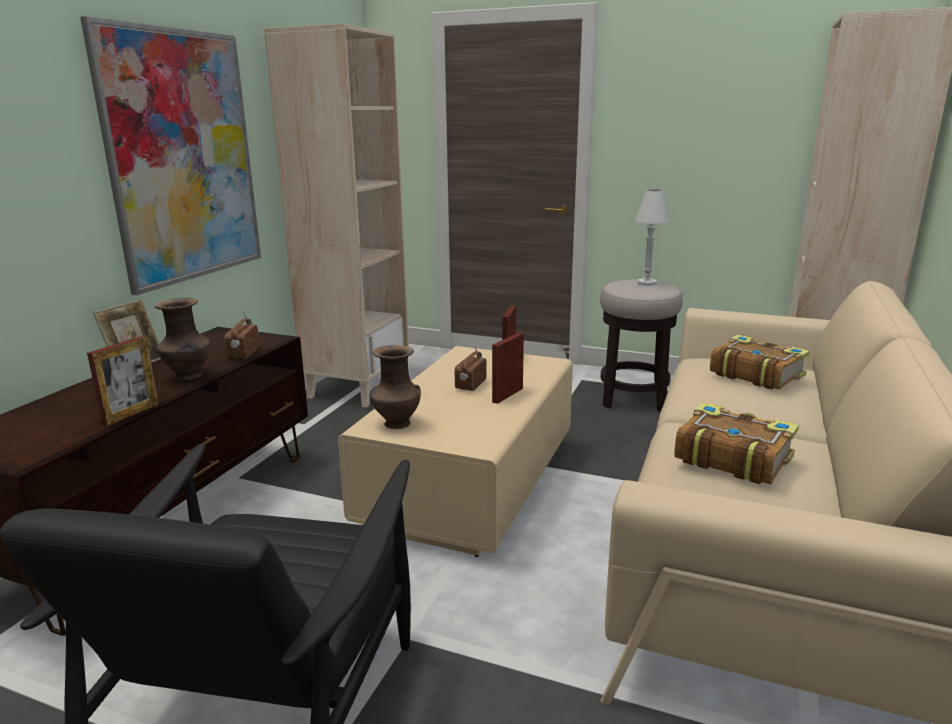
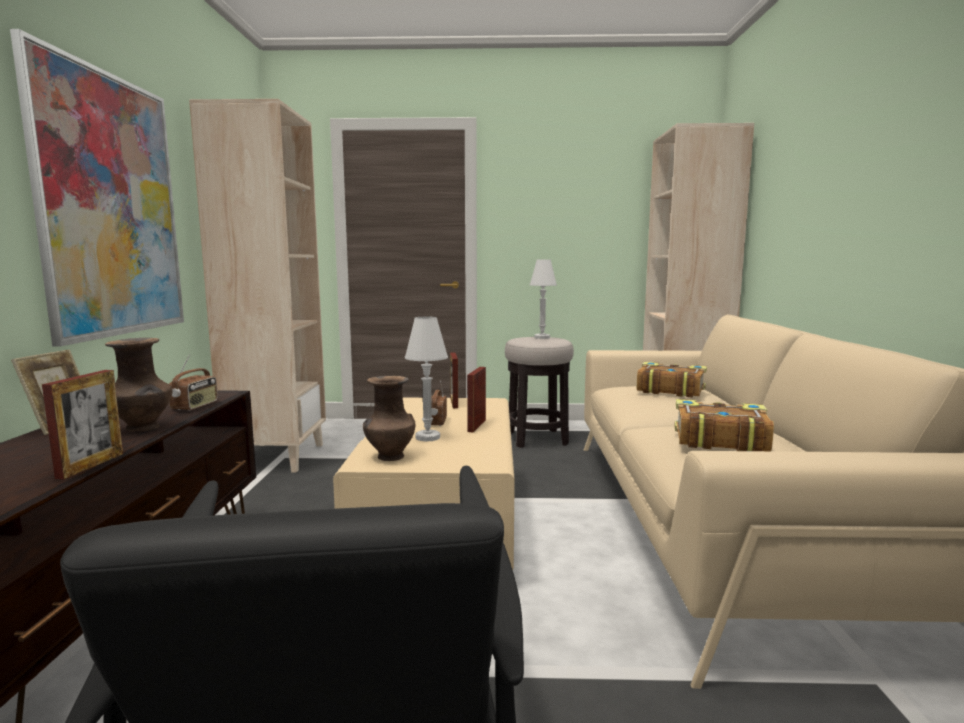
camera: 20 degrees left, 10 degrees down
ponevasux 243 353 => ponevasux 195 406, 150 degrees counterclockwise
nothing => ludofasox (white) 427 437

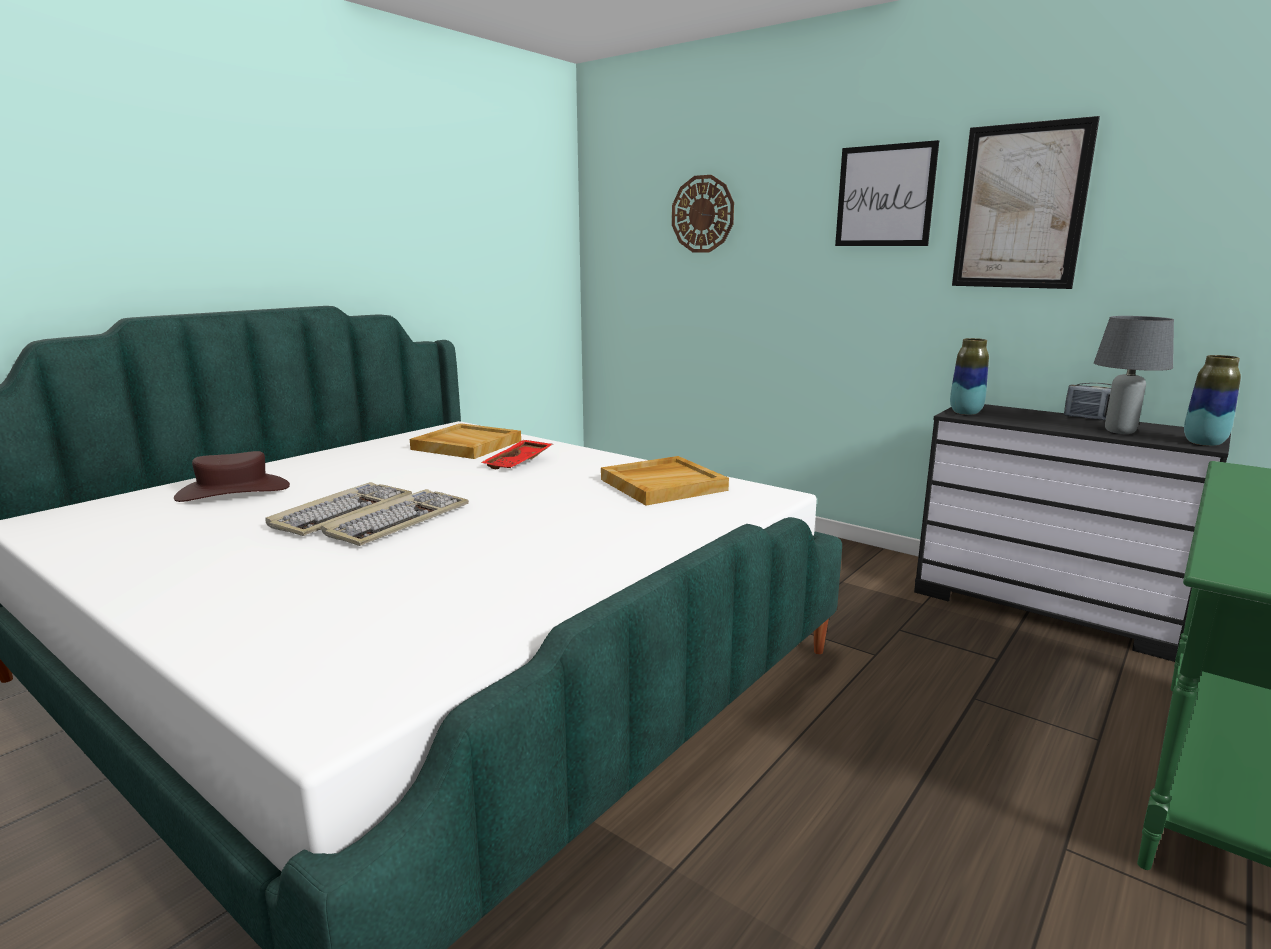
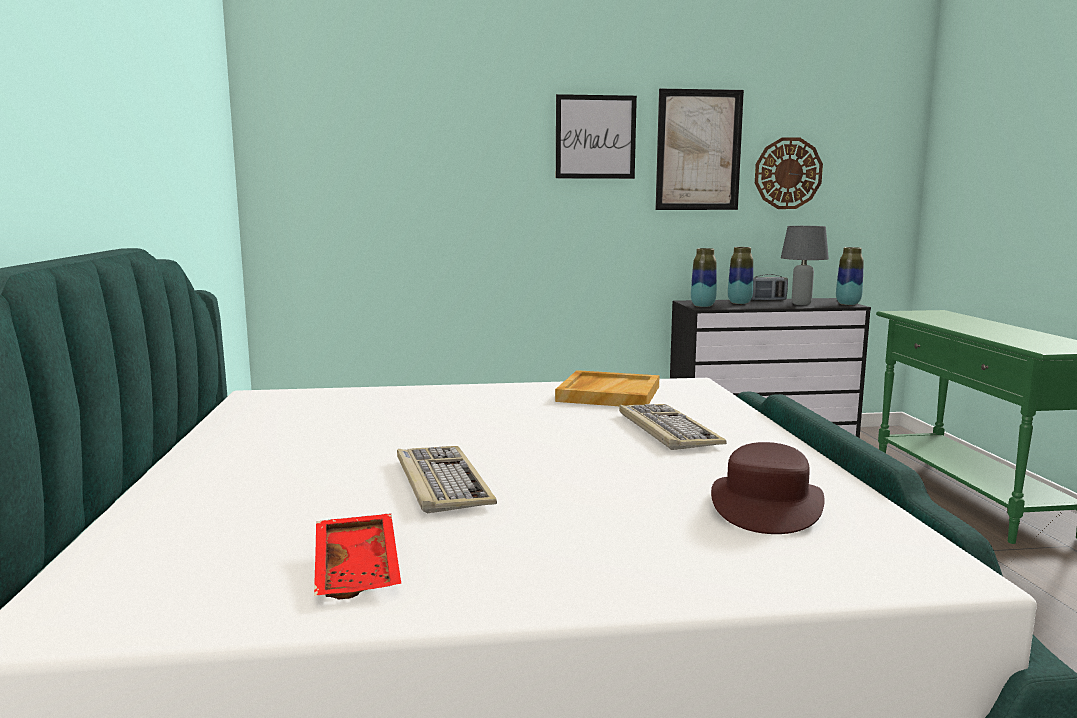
camera: 45 degrees left, 5 degrees down
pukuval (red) 519 463 => pukuval (red) 360 569, shifted
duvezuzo 398 521 => duvezuzo 666 430, shifted
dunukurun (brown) 233 491 => dunukurun (brown) 766 505, shifted
nothing => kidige 739 303
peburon 702 214 => peburon 788 173, shifted
pukuval (beige) 465 445 => nothing

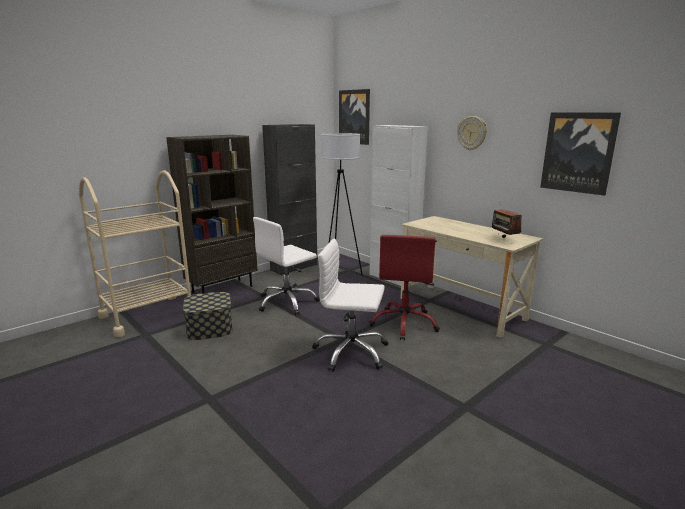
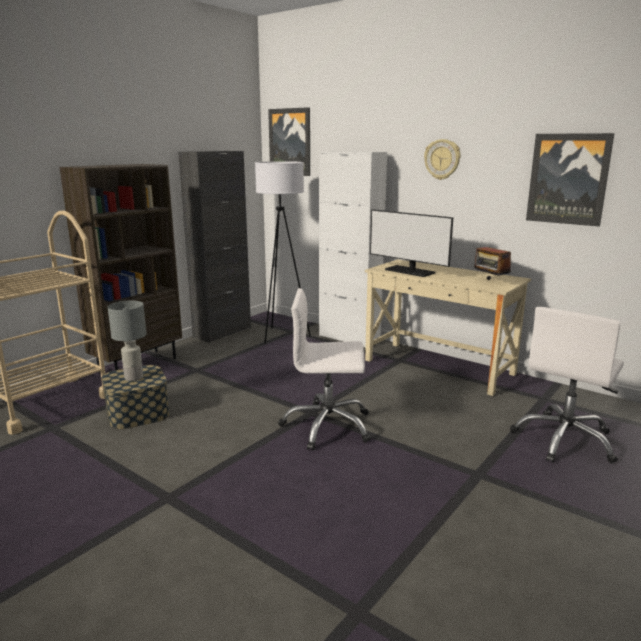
camera: 10 degrees left, 0 degrees up
nothing => ludofasox (grey) 134 377
nothing => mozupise 409 271
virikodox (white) 287 302 => virikodox (white) 564 440, shifted
virikodox (red) 404 323 => nothing

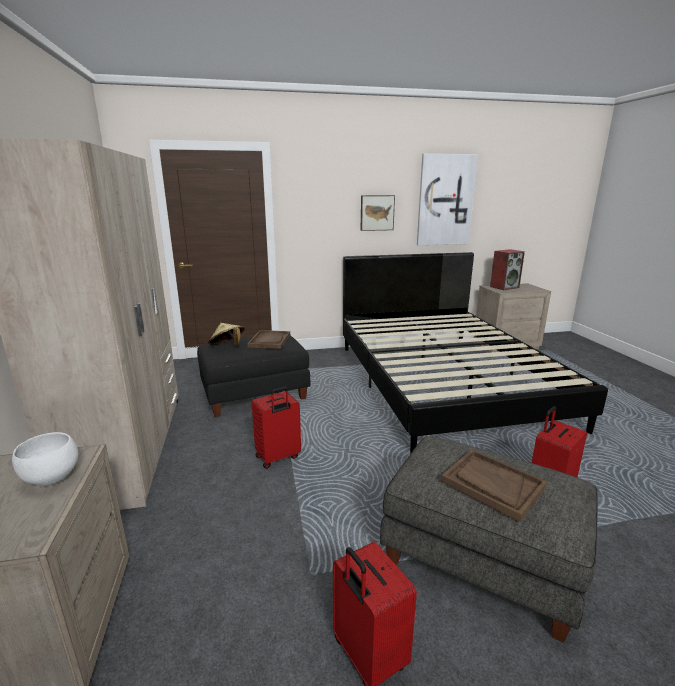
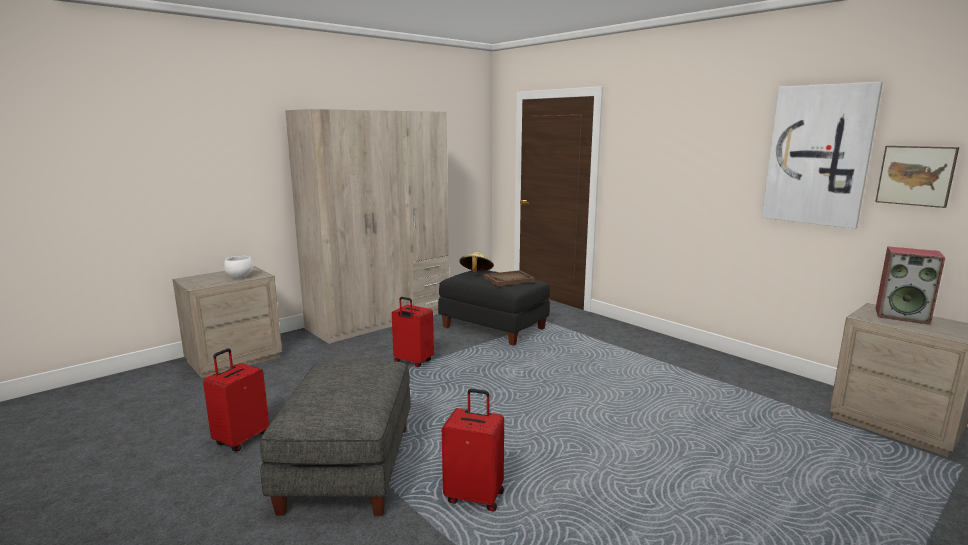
camera: 60 degrees right, 5 degrees down
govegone 377 212 => govegone 916 175, shifted
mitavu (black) 443 382 => nothing
pukuval (brown) 492 485 => nothing

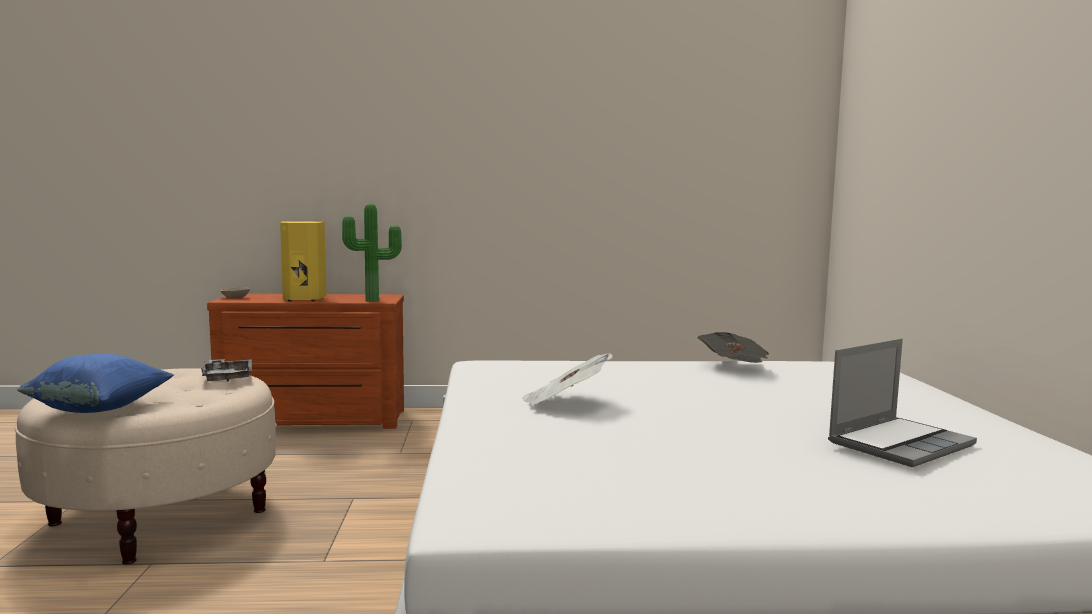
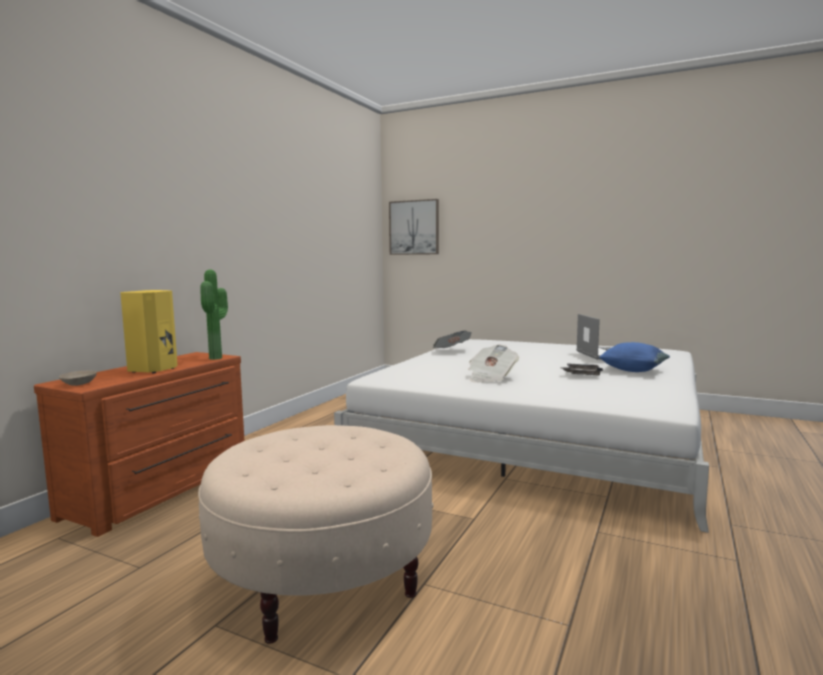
camera: 60 degrees left, 0 degrees up
nothing => govegone 414 227
pukuval (grey) 227 377 => pukuval (grey) 581 374, shifted
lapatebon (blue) 100 409 => lapatebon (blue) 633 370, shifted

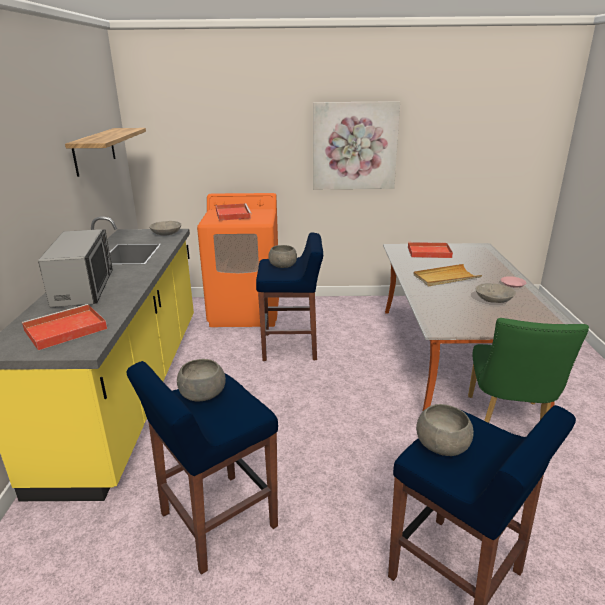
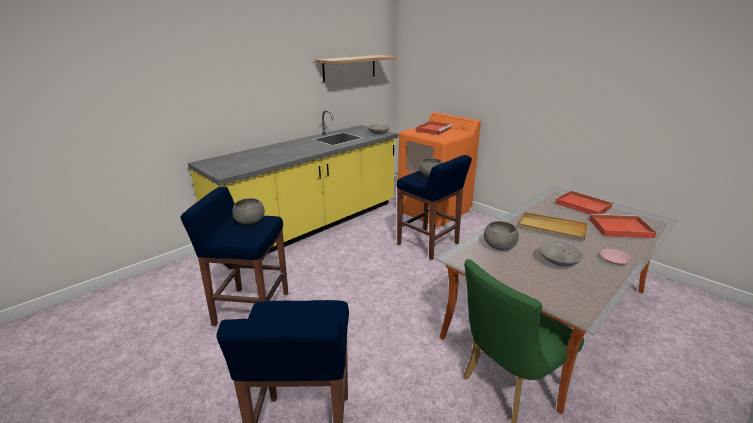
camera: 45 degrees right, 0 degrees up
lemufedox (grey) 443 445 => lemufedox (grey) 499 246, shifted
pukuval (red) 64 330 => pukuval (red) 619 228, shifted
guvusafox 84 288 => nothing
govegone 354 146 => nothing

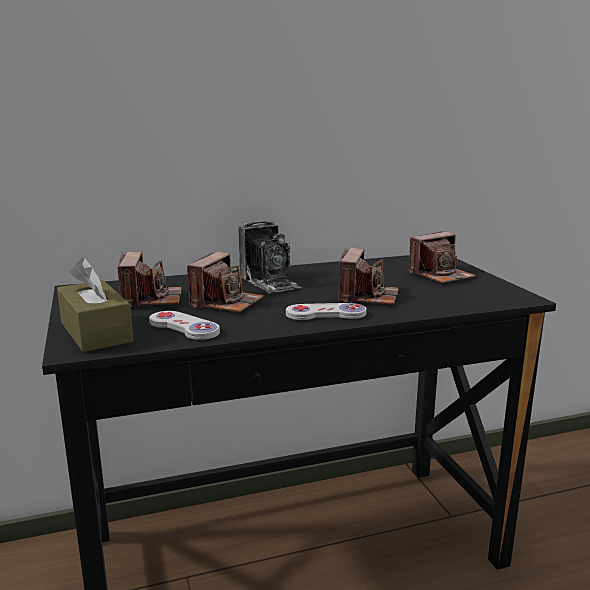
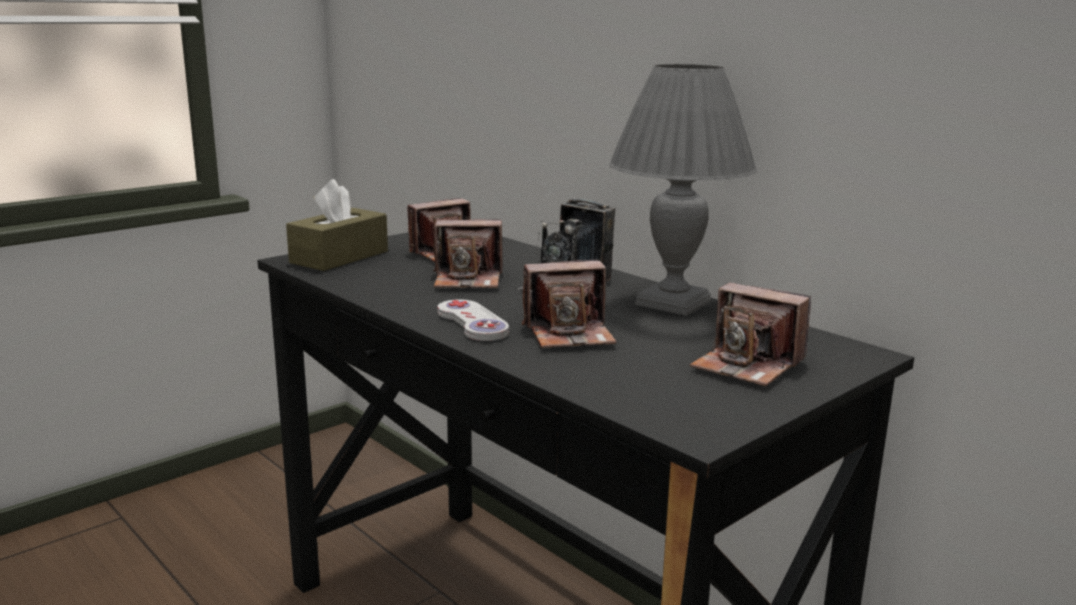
camera: 65 degrees right, 0 degrees up
nothing => ludofasox (grey) 673 303
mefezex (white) 184 327 => nothing

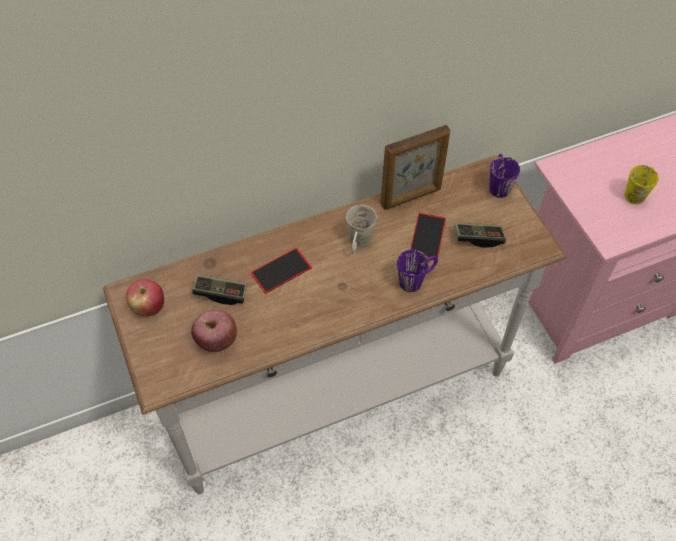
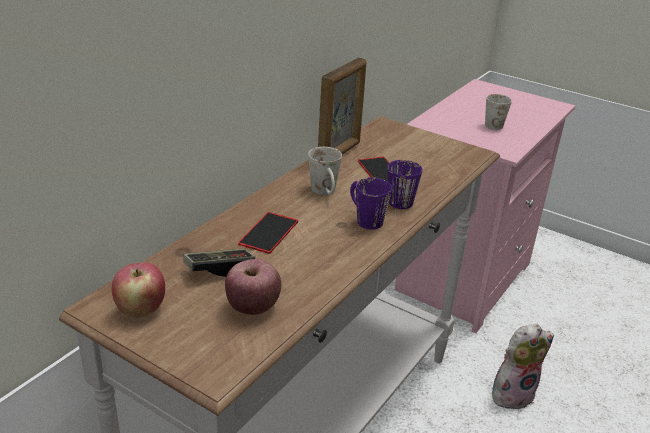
camera: 35 degrees left, 25 degrees down
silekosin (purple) 498 184 => silekosin (purple) 364 218, shifted
silekosin (yellow) 637 192 => silekosin (white) 492 123
nothing => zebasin 512 393
mefezex 478 238 => nothing

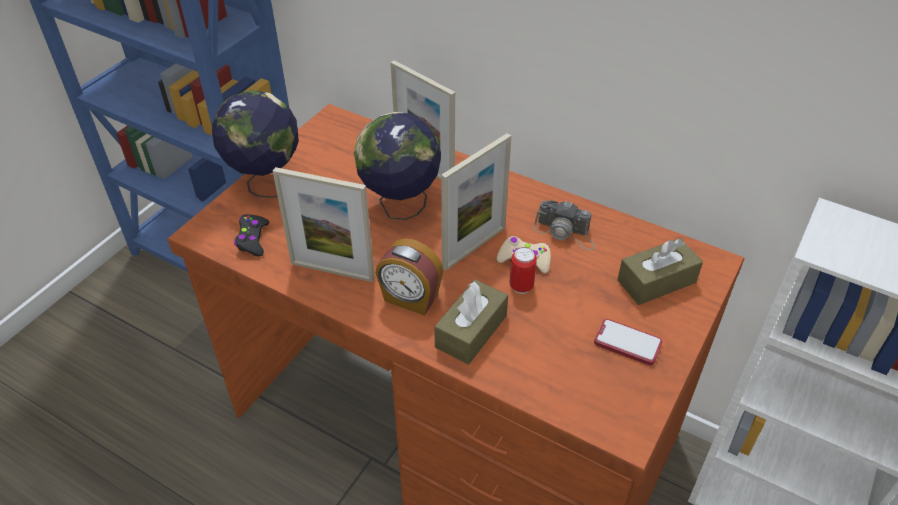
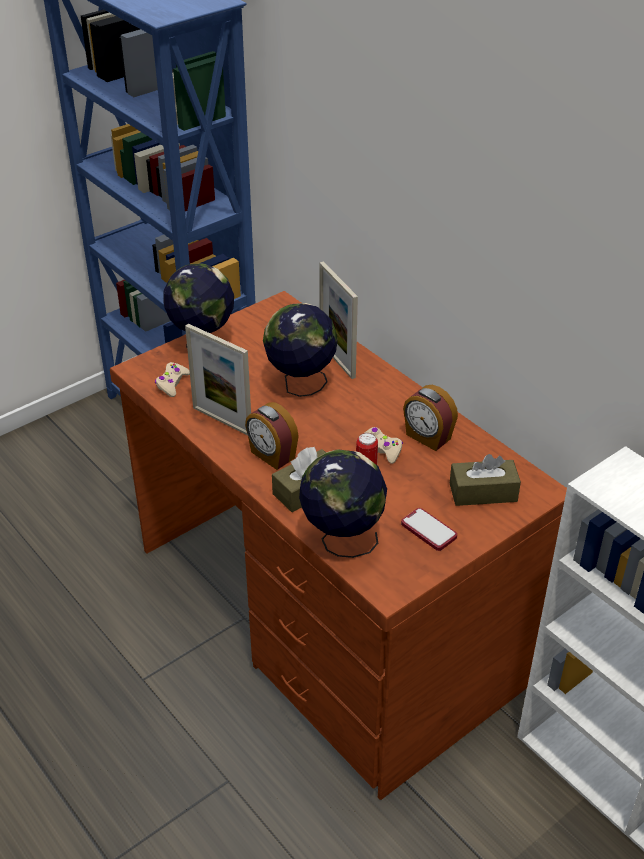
camera: 20 degrees right, 5 degrees down
mefezex (black) 252 239 => mefezex (beige) 172 383
nothing => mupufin 342 540
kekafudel 565 233 => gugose 427 437
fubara 474 247 => nothing

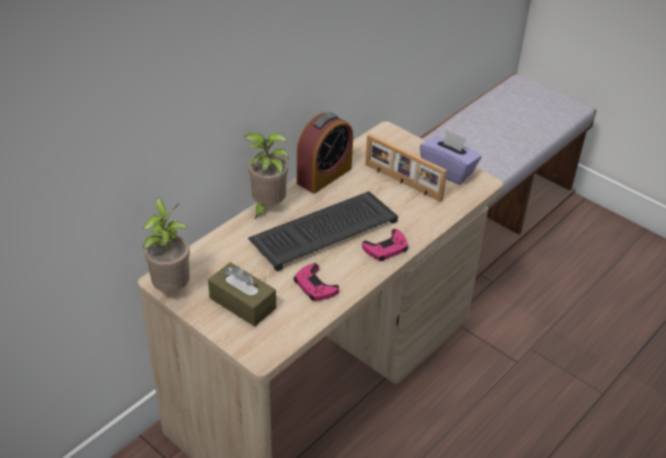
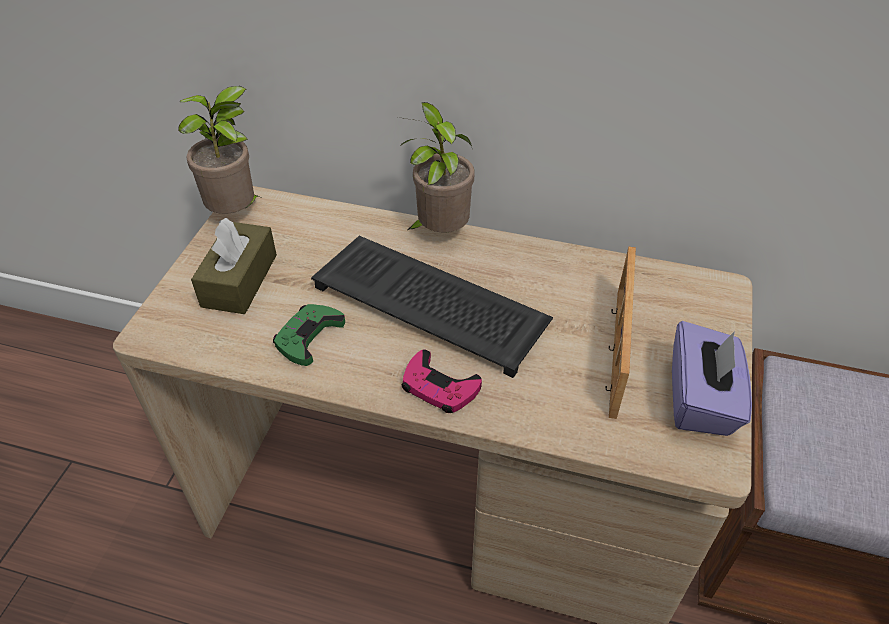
camera: 65 degrees right, 5 degrees up
mefezex (pink) 315 286 => mefezex (green) 308 337
gugose 324 175 => nothing

